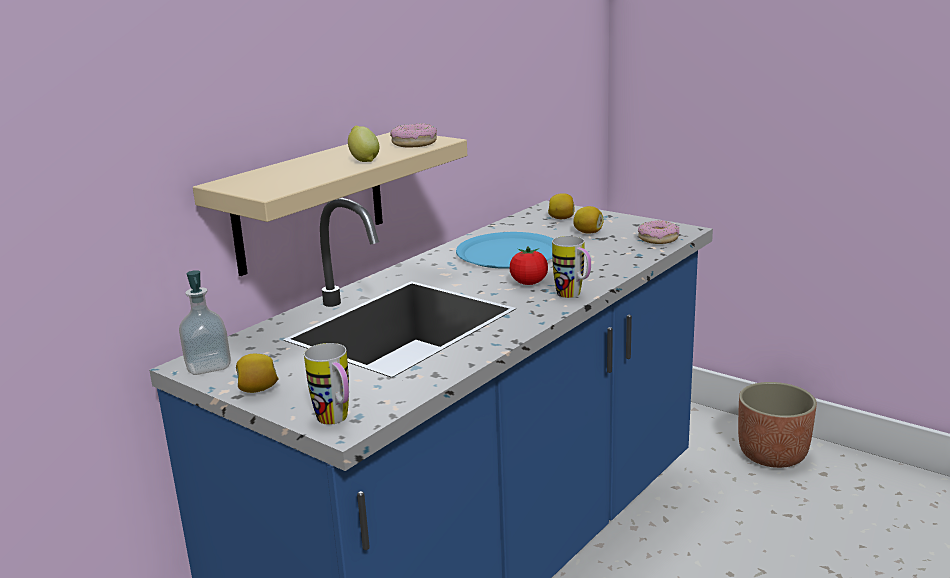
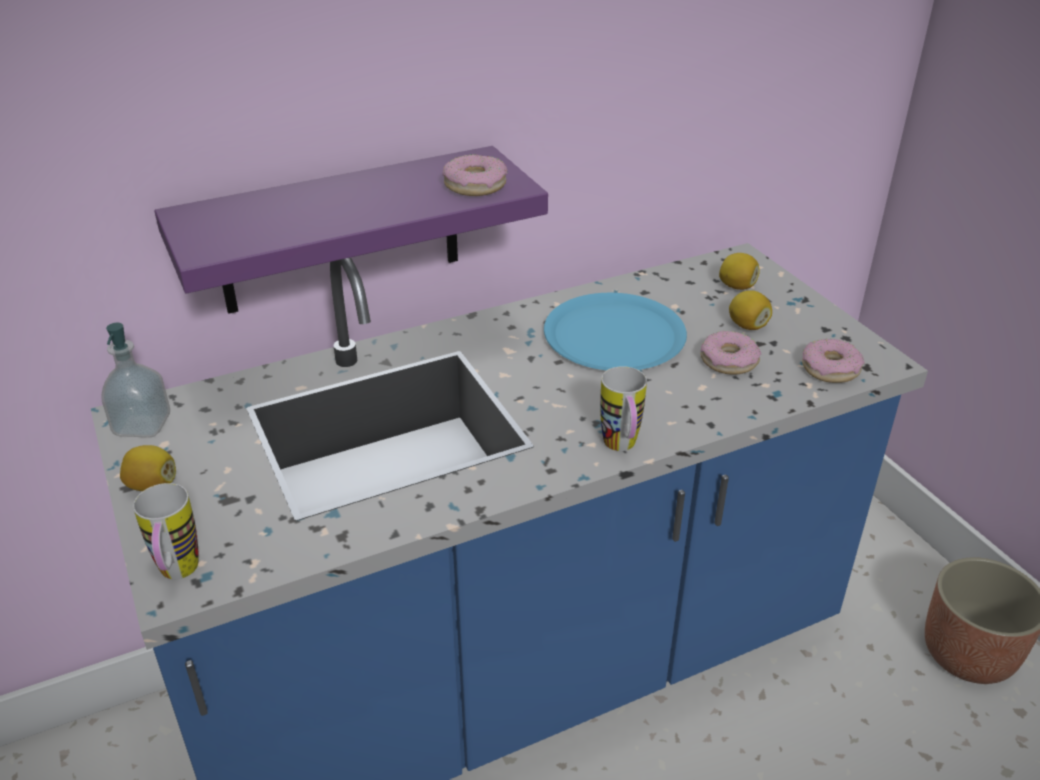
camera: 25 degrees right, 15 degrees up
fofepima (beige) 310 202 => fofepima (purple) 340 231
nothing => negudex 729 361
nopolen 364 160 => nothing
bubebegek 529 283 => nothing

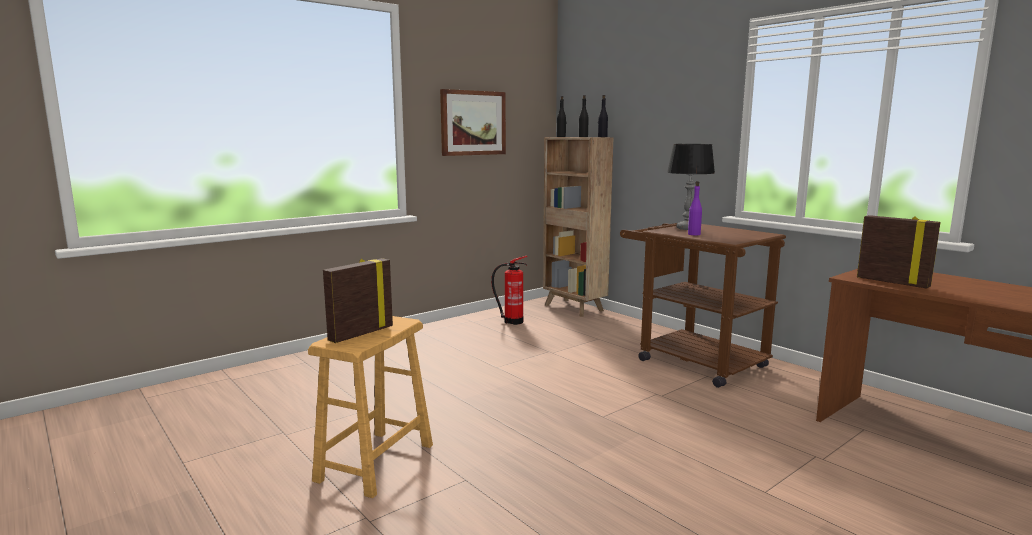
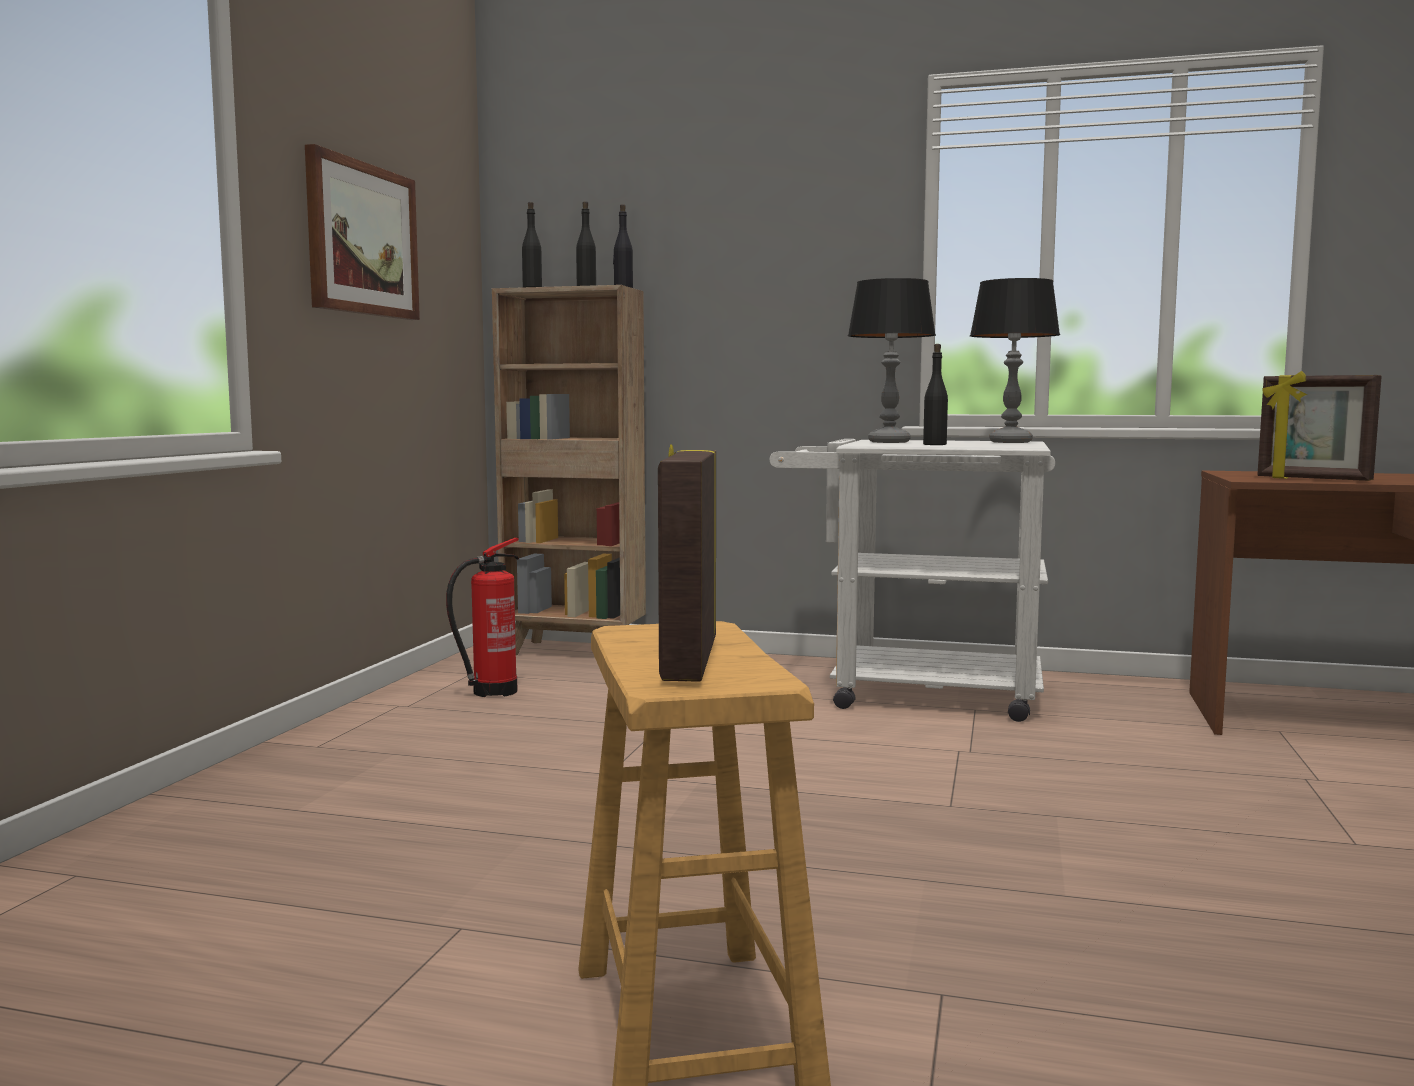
camera: 35 degrees left, 5 degrees down
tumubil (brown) 692 360 => tumubil (white) 913 693
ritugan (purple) 694 234 => ritugan (black) 934 444
nothing => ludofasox 1010 442
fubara 892 282 => fubara 1313 479, 150 degrees counterclockwise

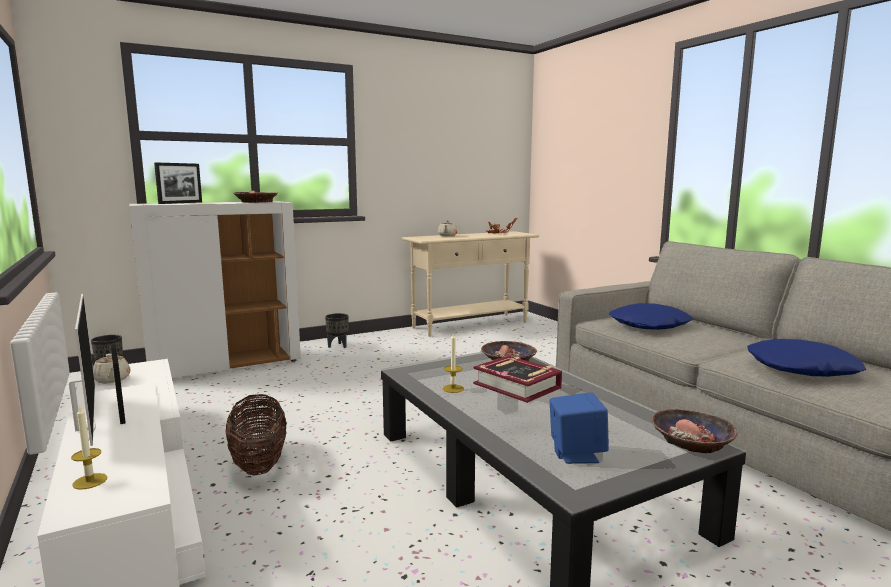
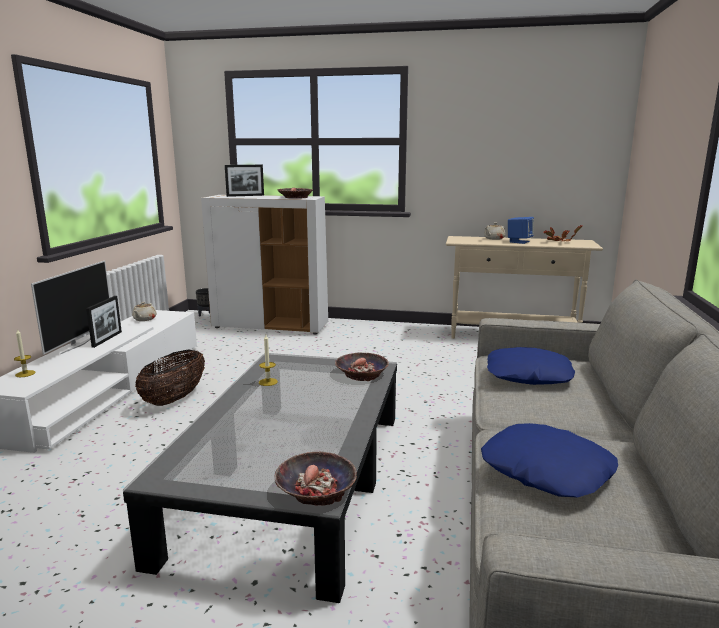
camera: 40 degrees right, 5 degrees up
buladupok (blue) 576 454 => buladupok (blue) 519 242, shifted
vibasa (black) 338 346 => nothing
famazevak 517 386 => nothing

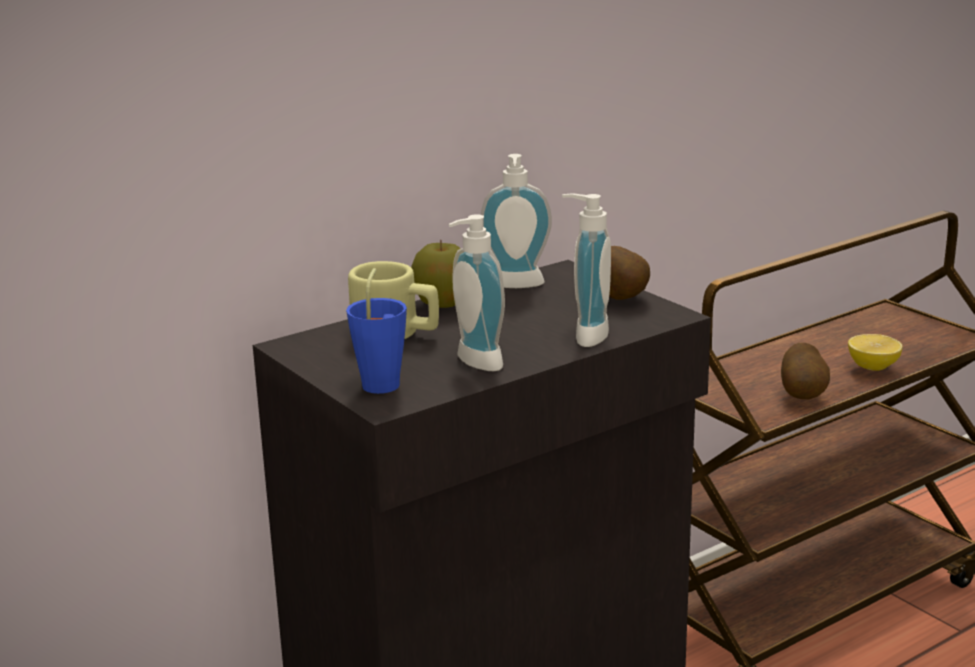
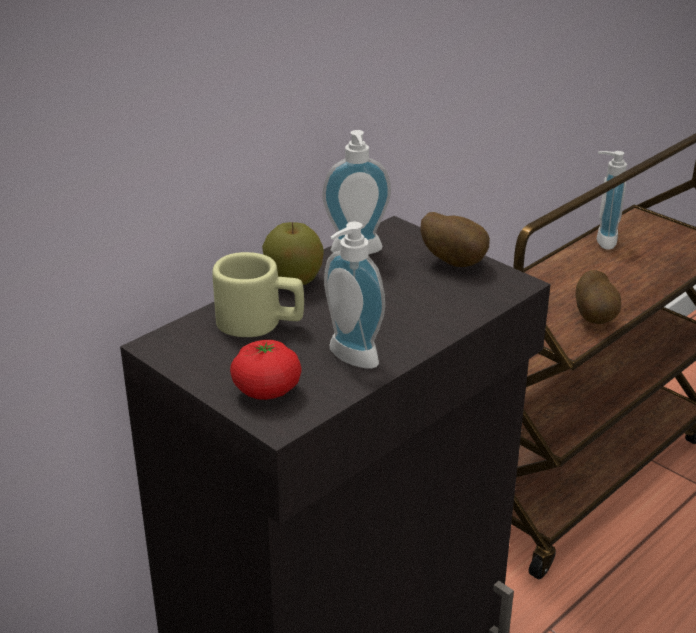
camera: 10 degrees left, 10 degrees up
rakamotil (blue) 382 382 => bubebegek 266 390
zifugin 585 335 => zifugin 601 240, shifted
nopolen 873 367 => nothing

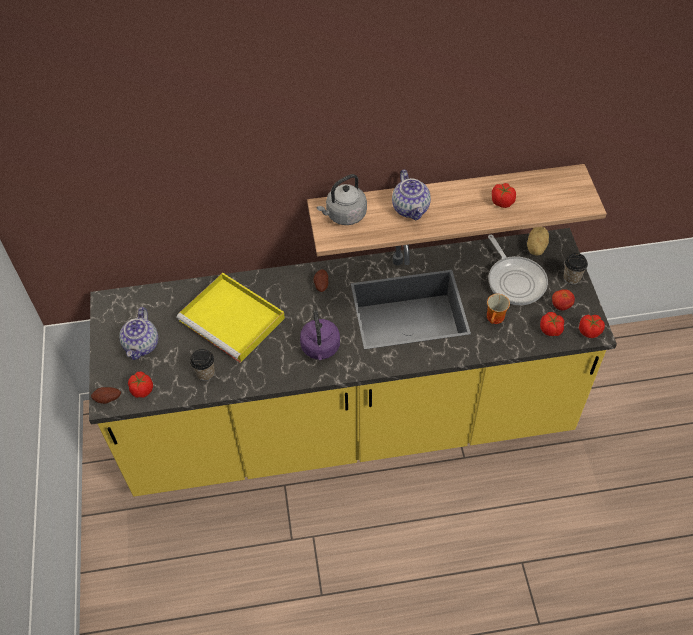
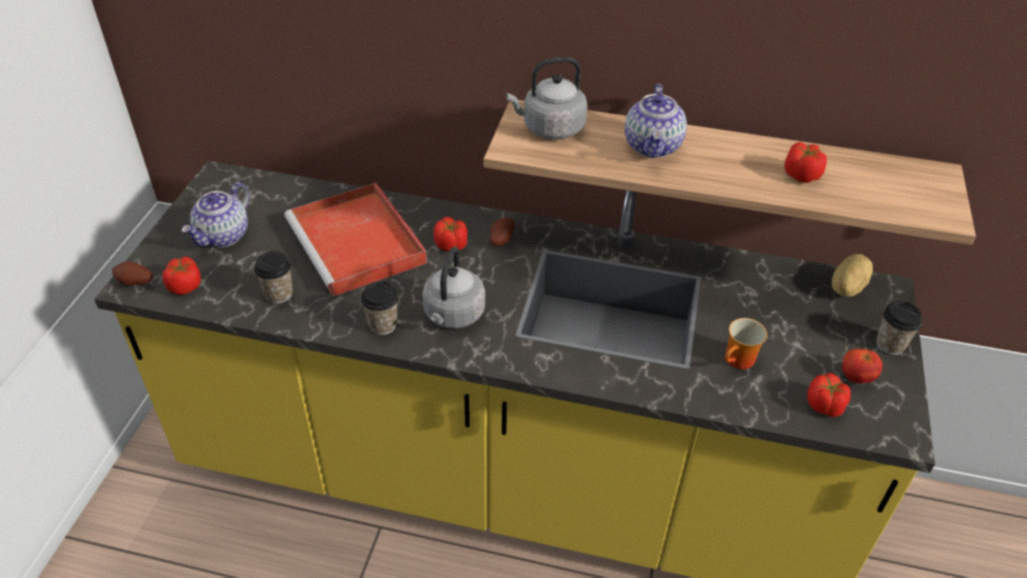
camera: 20 degrees right, 10 degrees down
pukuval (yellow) 233 320 => pukuval (red) 358 244
nothing => rakamotil 382 325
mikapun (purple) 320 349 => mikapun (grey) 453 315
bubebegek 589 331 => bubebegek 451 245, shifted
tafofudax 515 280 => nothing

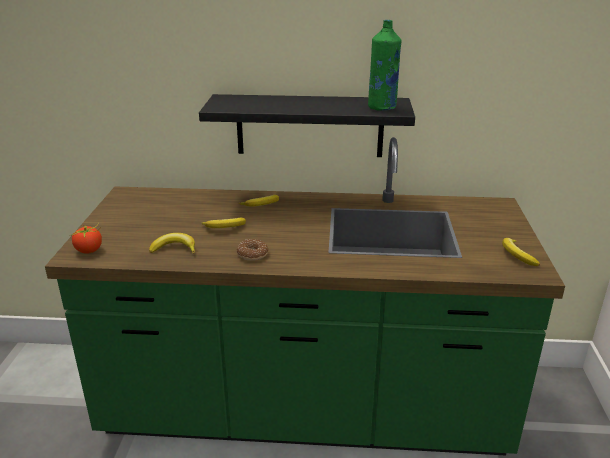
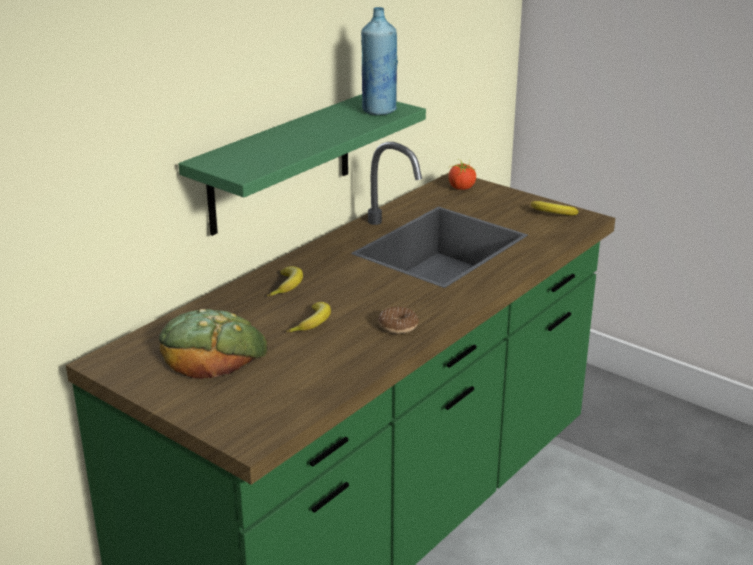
camera: 55 degrees left, 0 degrees up
nothing => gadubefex 212 350
fofepima (black) 309 126 => fofepima (green) 280 164
ritugan (green) 382 107 => ritugan (blue) 379 110
bubebegek 89 250 => bubebegek 461 188, shifted
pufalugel 174 249 => nothing

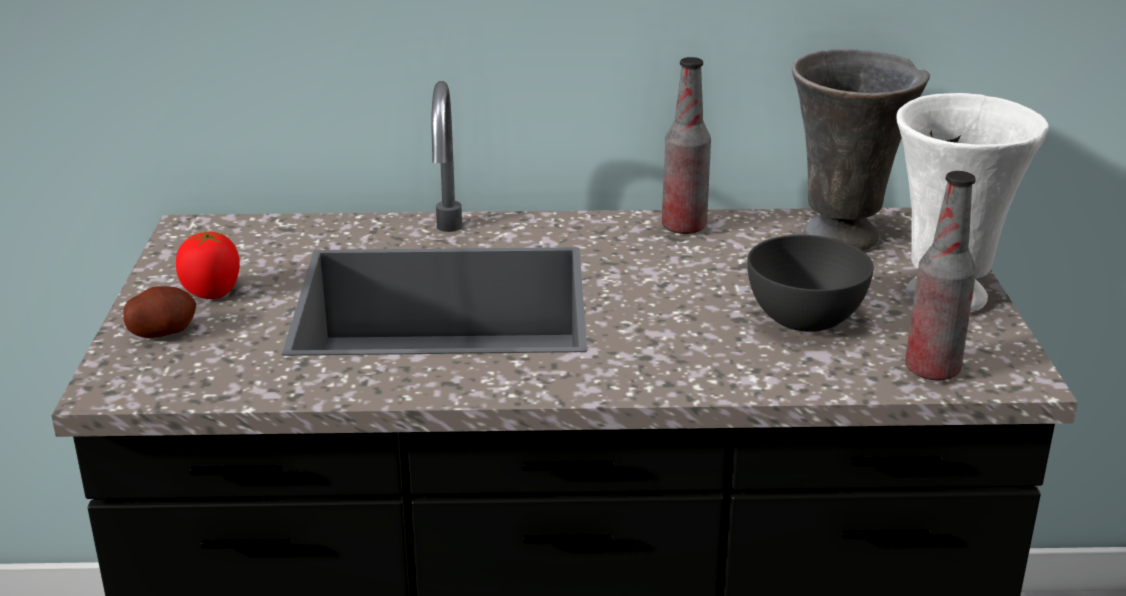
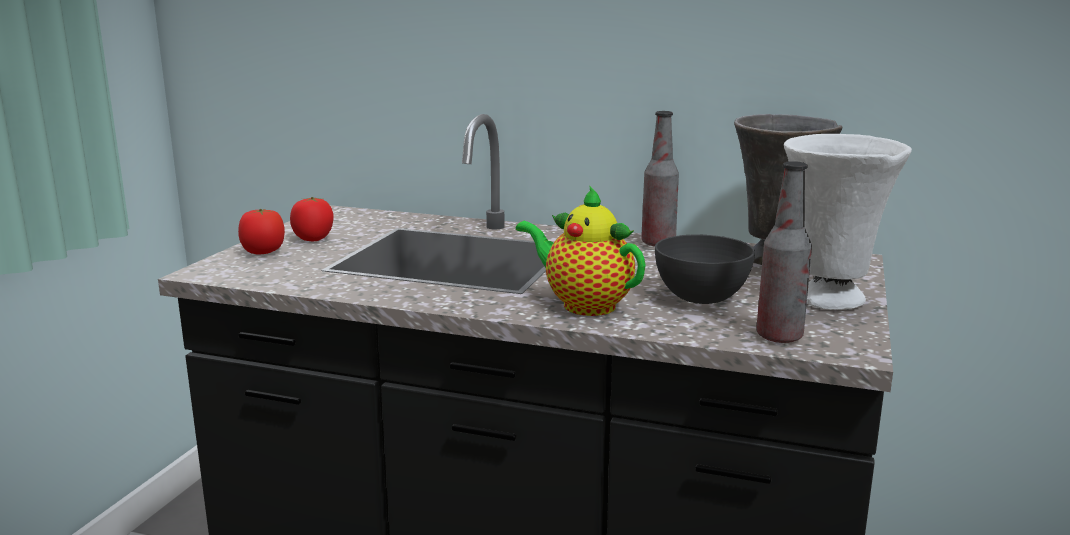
camera: 20 degrees right, 10 degrees down
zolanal 162 332 => bubebegek 263 252
nothing => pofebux 583 305

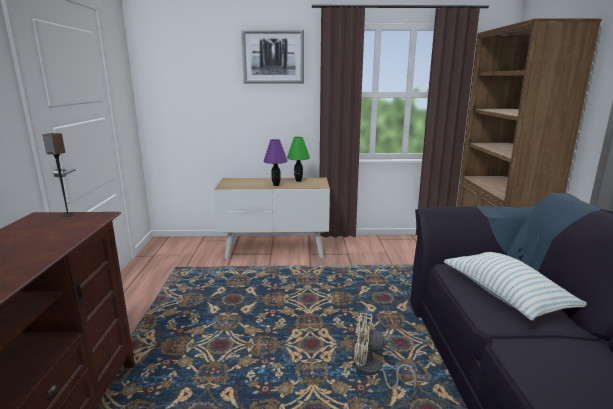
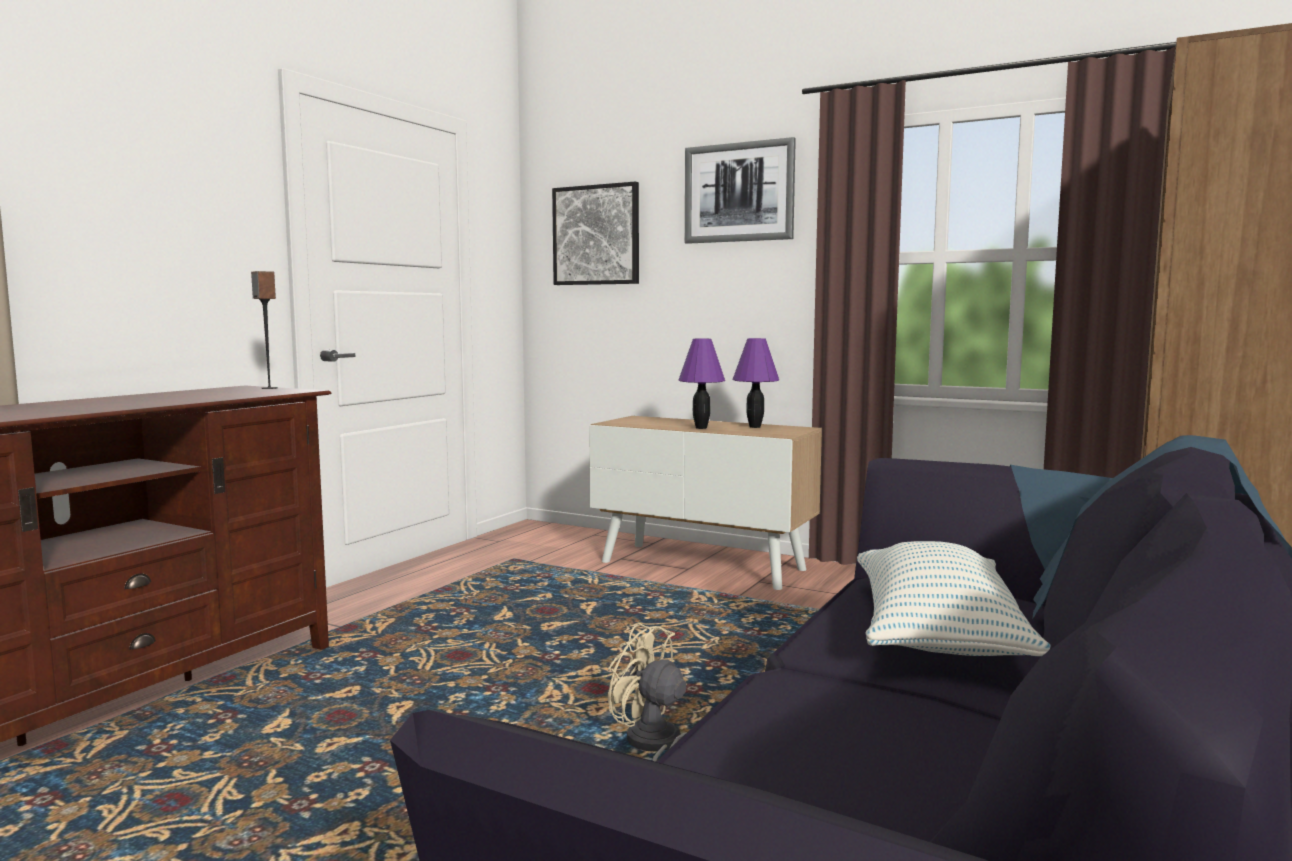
camera: 30 degrees right, 10 degrees down
nothing => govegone 596 235
ludofasox (green) 298 181 => ludofasox (purple) 755 427

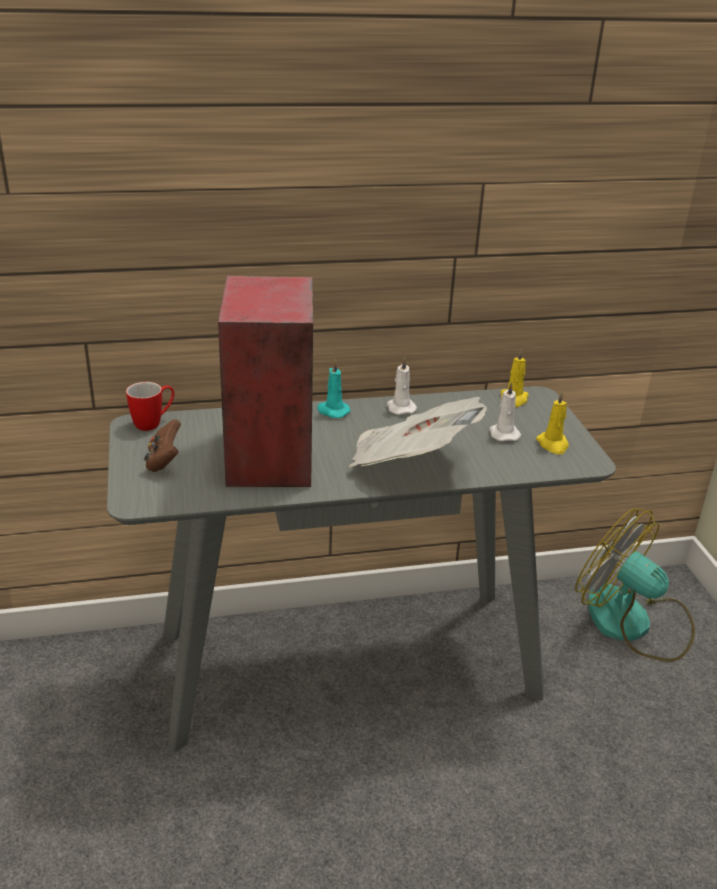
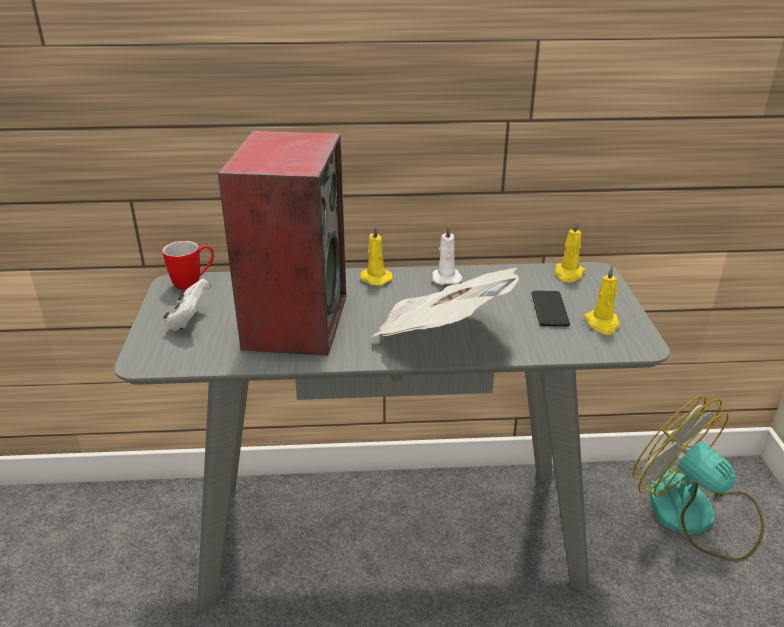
camera: 10 degrees right, 0 degrees up
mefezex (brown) 164 461 => mefezex (white) 189 321
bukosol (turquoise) 332 411 => bukosol (yellow) 374 278
bukosol (white) 503 433 => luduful 549 309

